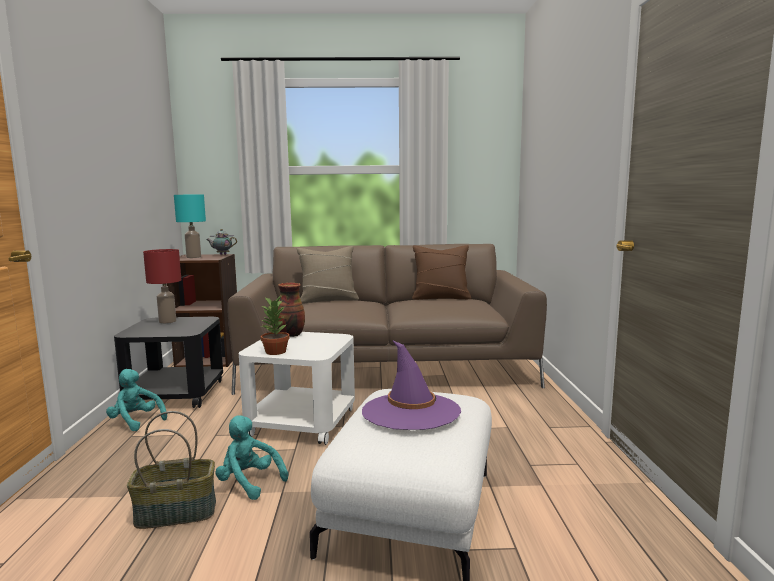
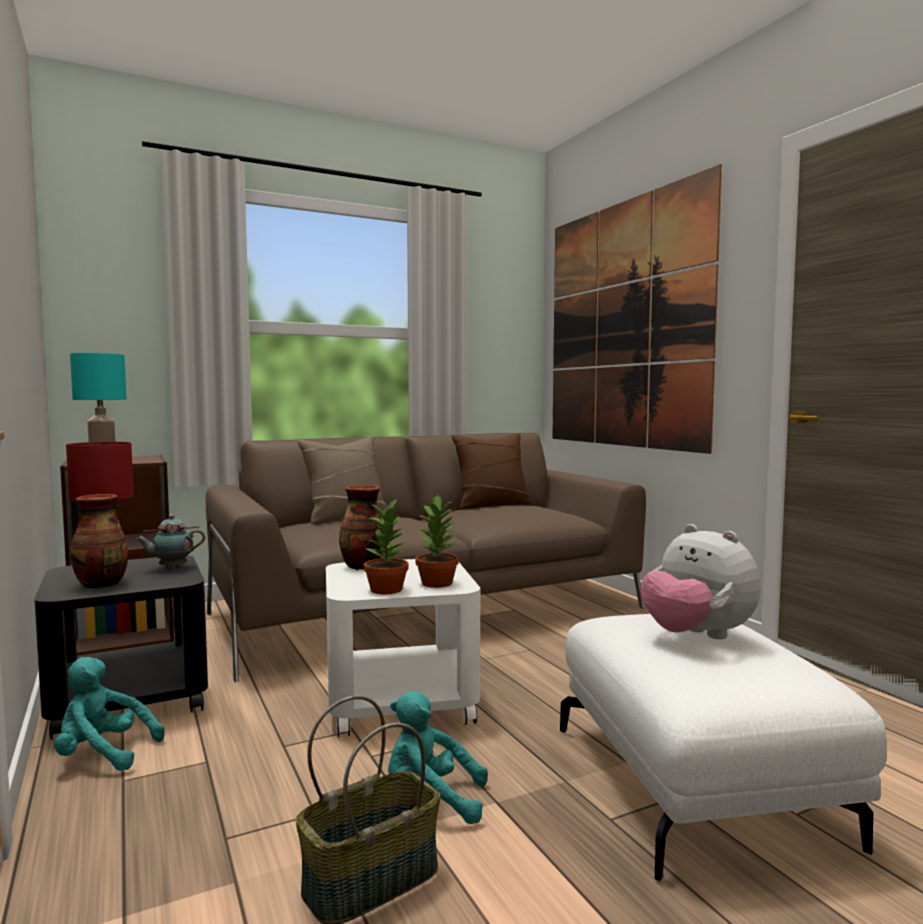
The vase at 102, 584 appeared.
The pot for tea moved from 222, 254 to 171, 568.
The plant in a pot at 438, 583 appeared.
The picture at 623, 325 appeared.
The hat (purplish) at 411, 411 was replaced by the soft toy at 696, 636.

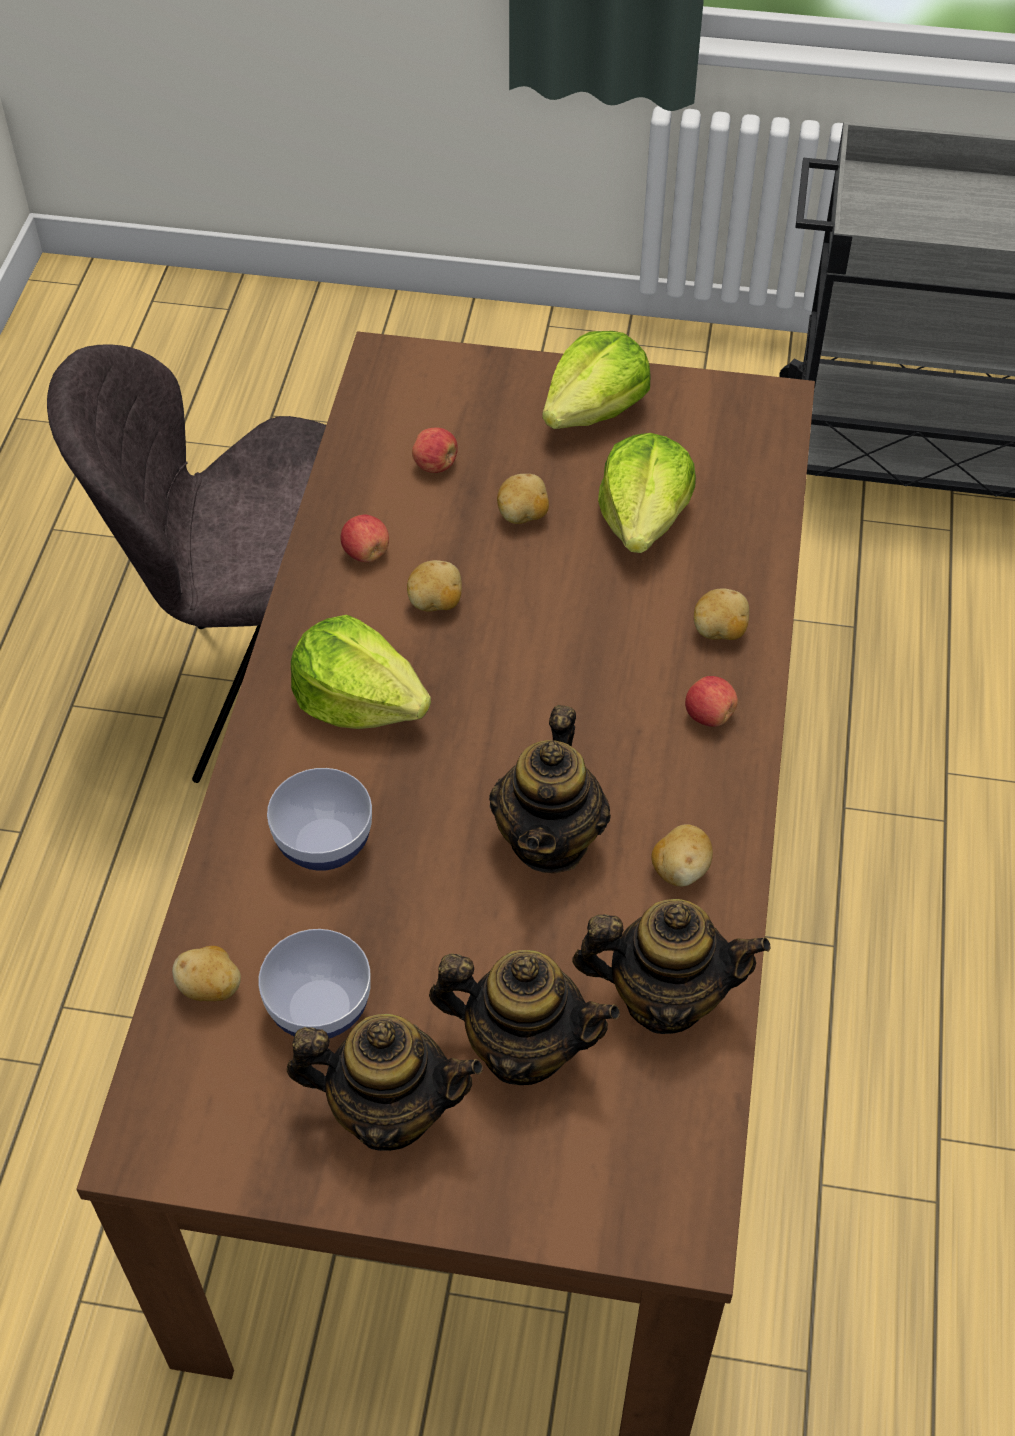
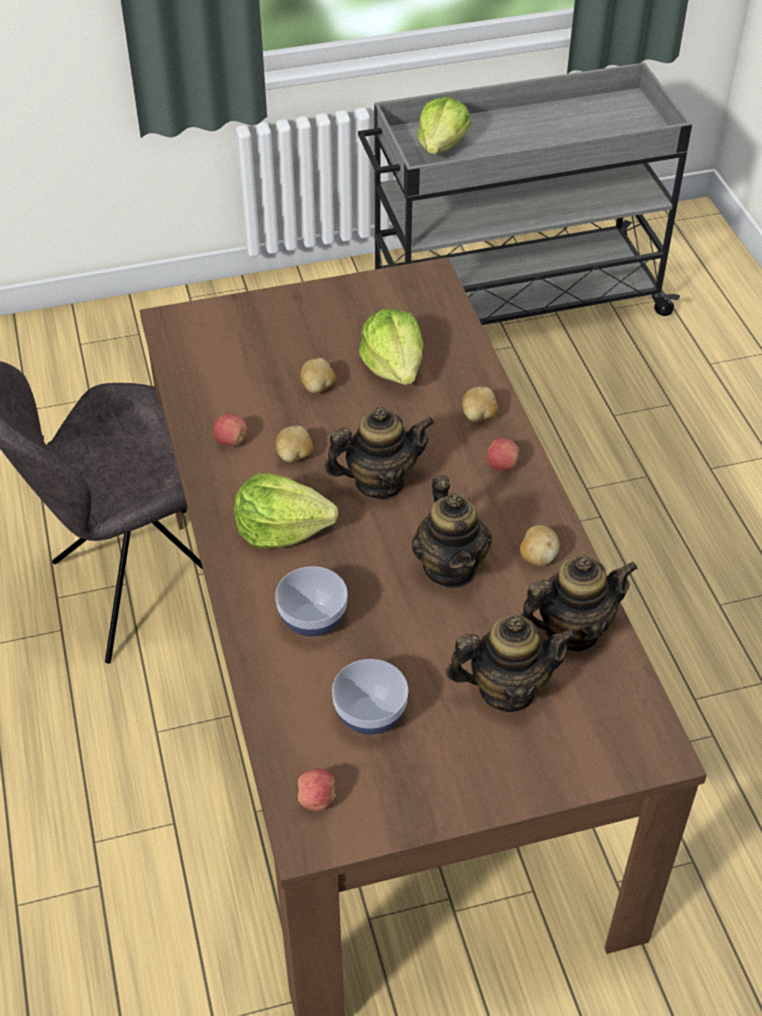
The apple moved from 435, 465 to 317, 799.
The pot for tea moved from 389, 1110 to 379, 481.
The lettuce head moved from 595, 411 to 441, 145.
The potato at 211, 988 disappeared.

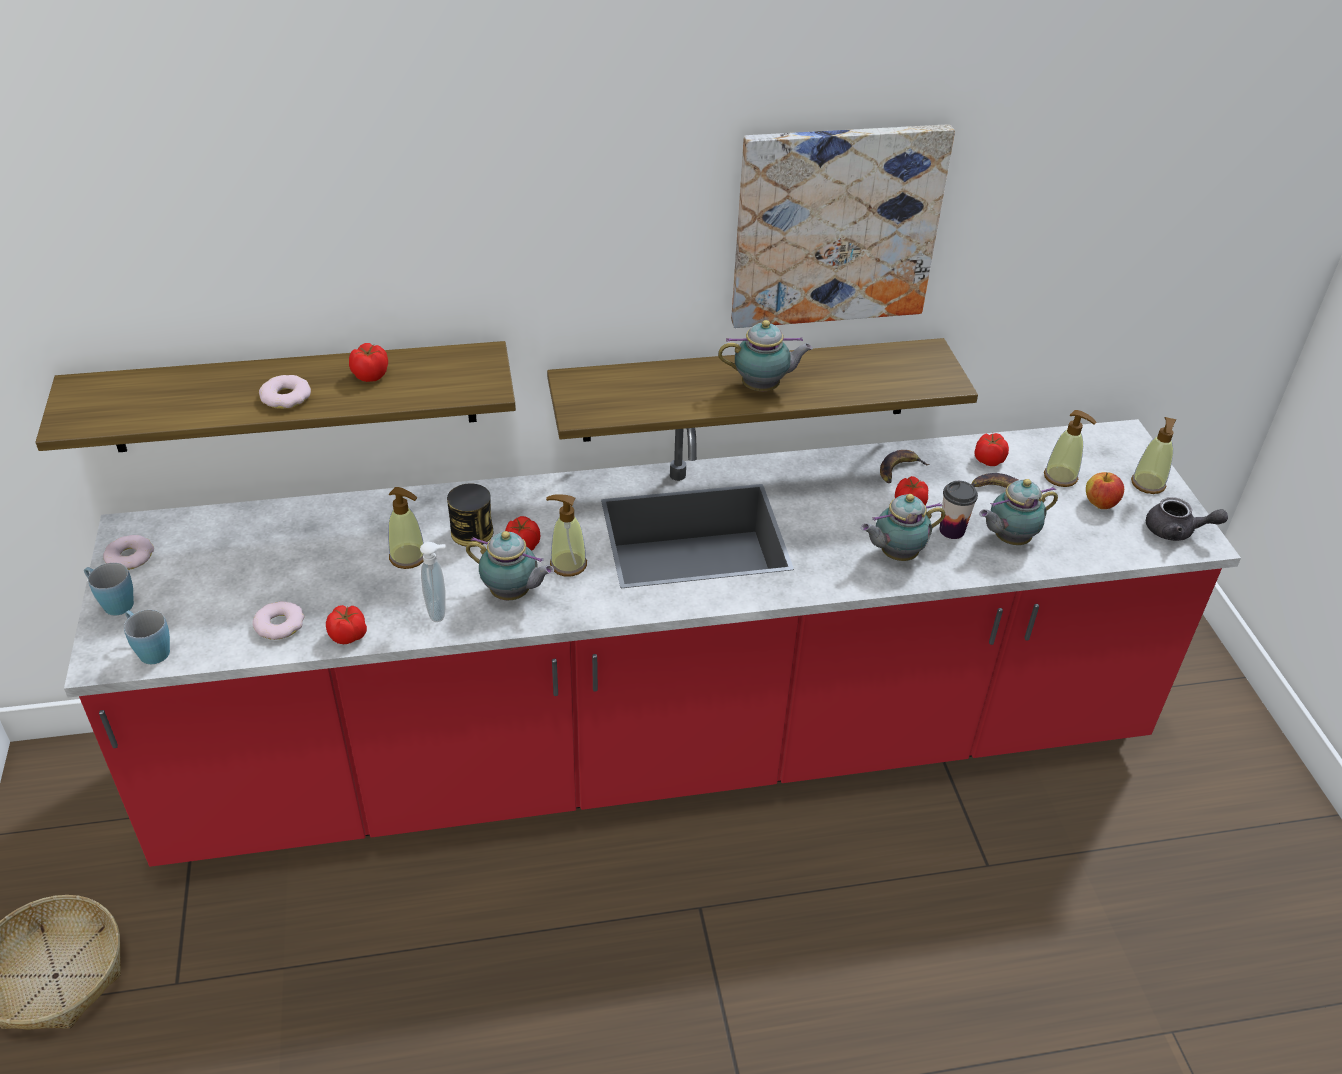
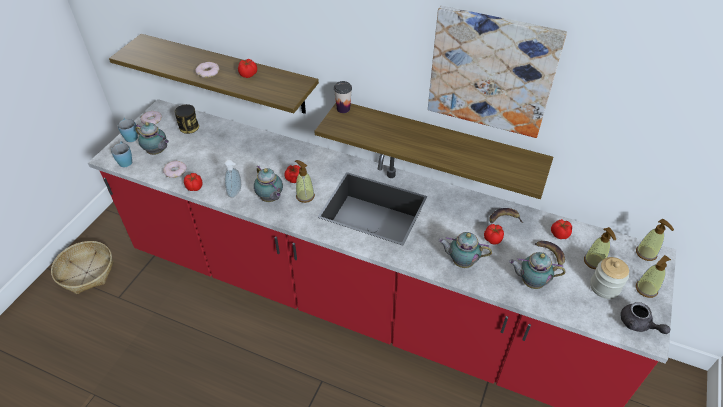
The pot for tea moved from 763, 388 to 157, 152.
The metal can moved from 472, 532 to 189, 127.
The drinking cup moved from 952, 530 to 343, 109.
The apple at 1100, 504 was replaced by the storage jar at 604, 287.
The liquid soap bottle moved from 408, 557 to 646, 253.

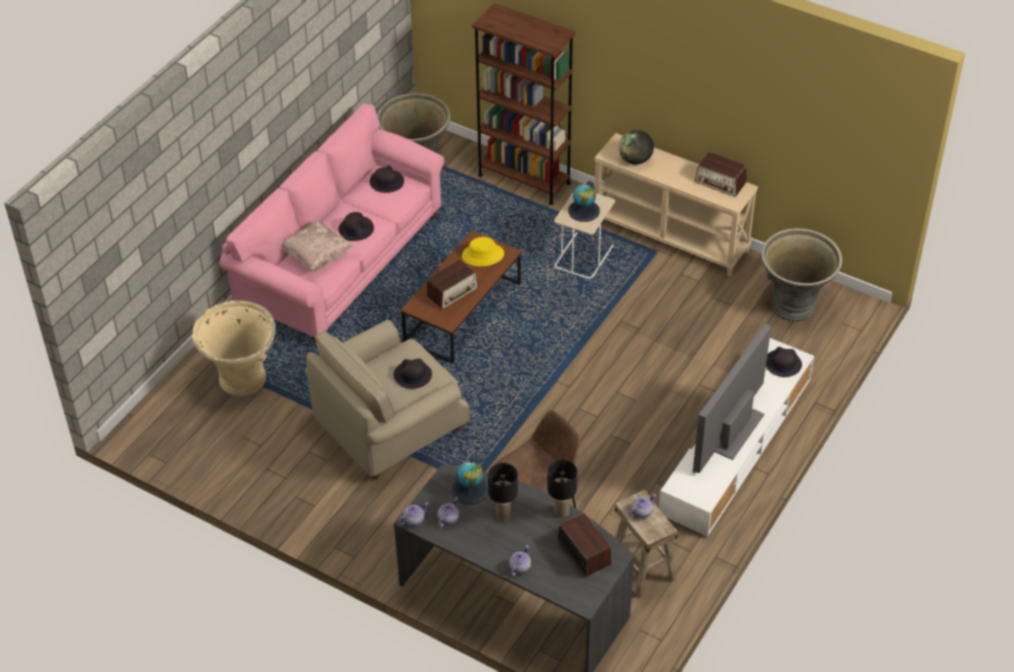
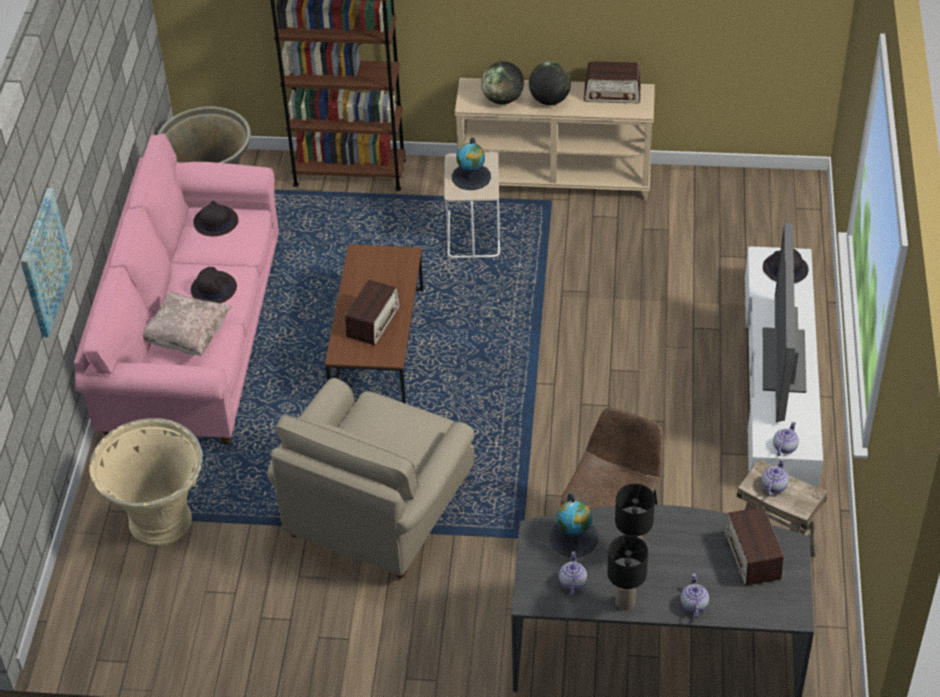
The picture at 44, 262 appeared.
The desk globe at 549, 100 appeared.
The lamp for a table (black-coloured) moved from 562, 512 to 625, 603.
The radio receiver at 584, 551 turned 135 degrees counterclockwise.
The pot for tea moved from 414, 520 to 784, 447.
The hat (black-coloured) at 412, 375 disappeared.
The hat (yellow) at 483, 255 disappeared.
The plant pot (greyish) at 794, 306 disappeared.

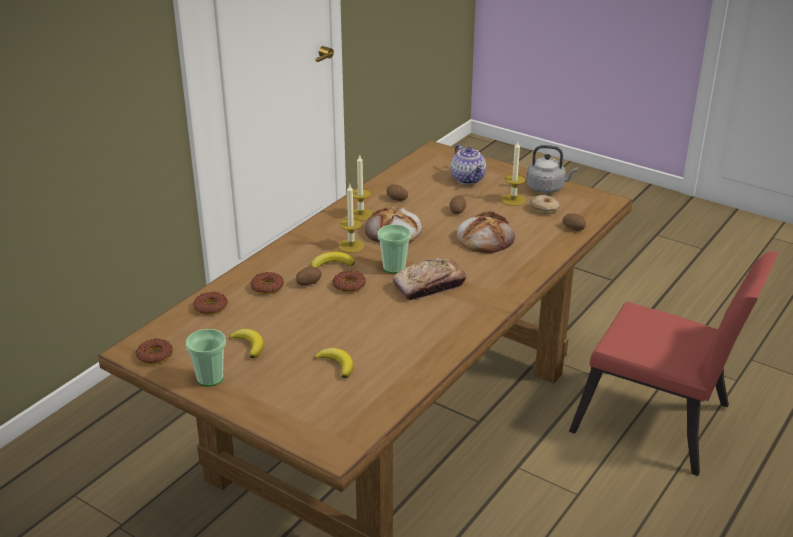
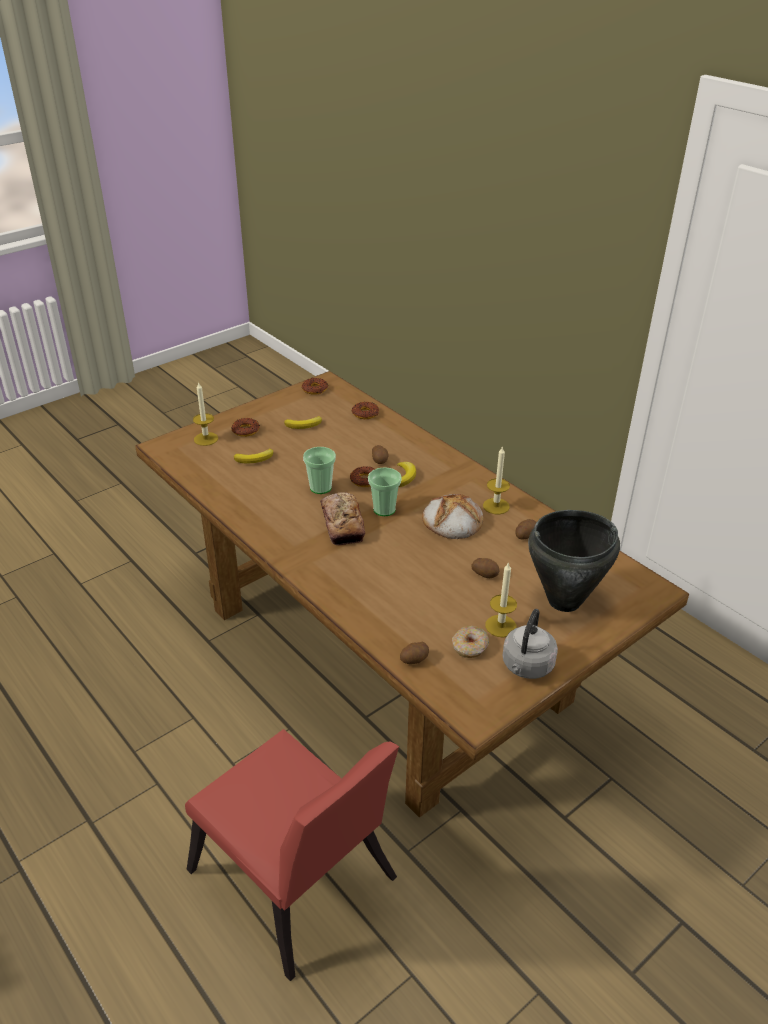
The upright chair (red-coloured) at 660, 424 turned 90 degrees counterclockwise.
The wax candle moved from 351, 246 to 206, 439.
The donut moved from 267, 287 to 246, 430.
The drinking cup moved from 210, 378 to 320, 487.
The pot for tea at 468, 179 was replaced by the saucepot (black-coloured) at 565, 601.
The bread at 485, 238 disappeared.

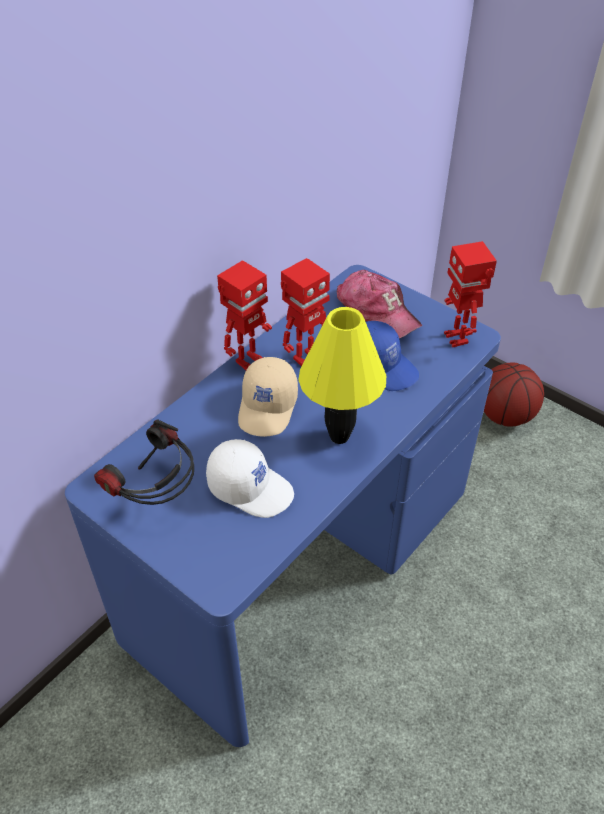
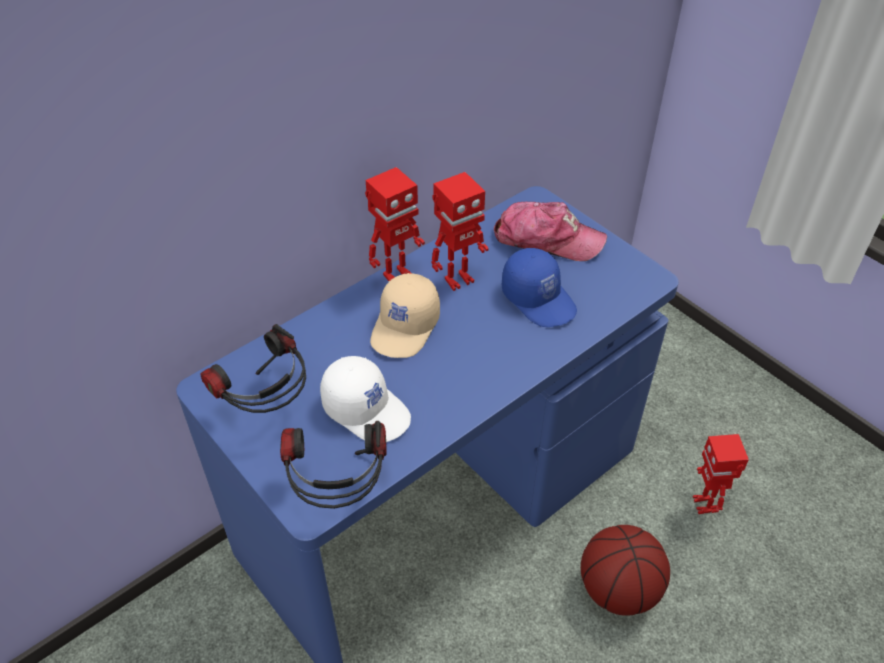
The headset at 338, 492 appeared.
The peaked cap at 377, 312 turned 45 degrees counterclockwise.
The ball for basketball moved from 505, 415 to 618, 589.
The model robot moved from 457, 338 to 704, 504.
The lamp for a table (yellow) at 338, 436 disappeared.

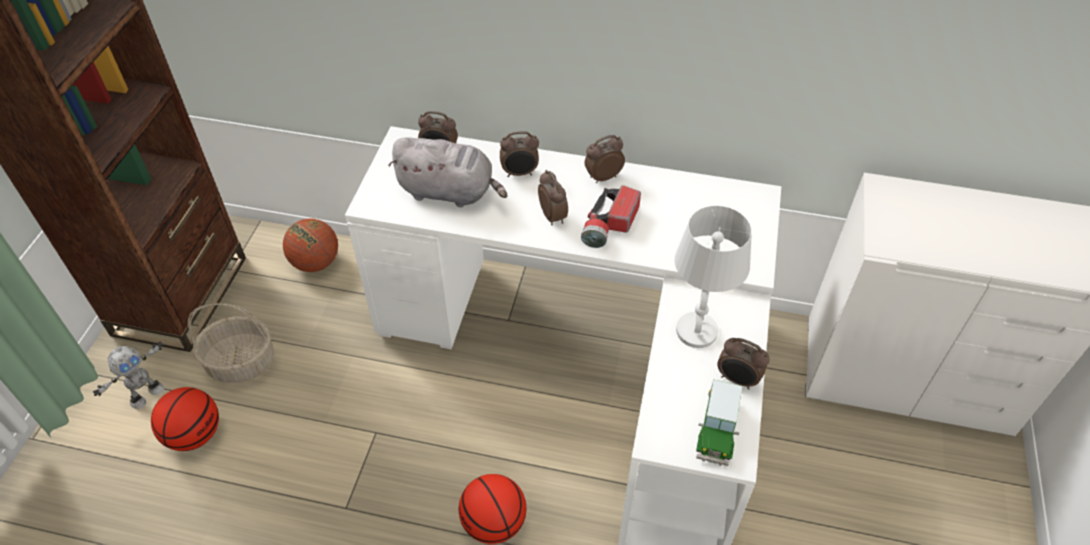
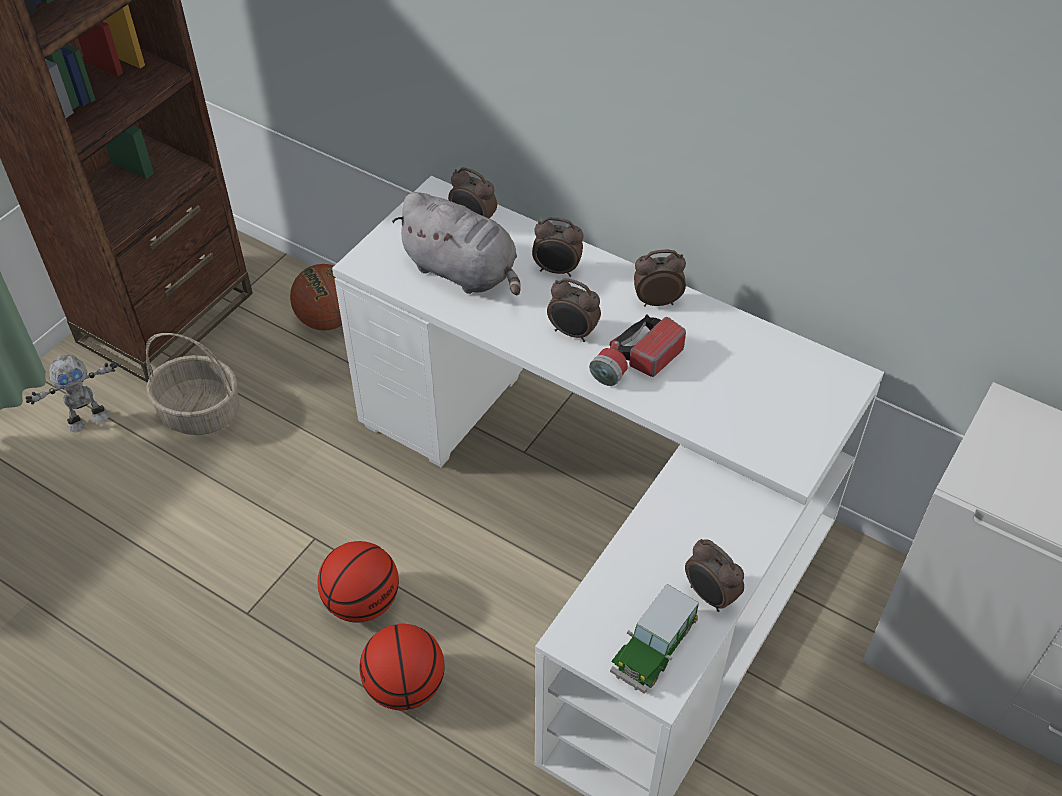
The ball for basketball moved from 194, 434 to 362, 602.
The bedside clock at 553, 216 turned 120 degrees clockwise.
The lamp for a table (white) at 697, 331 disappeared.

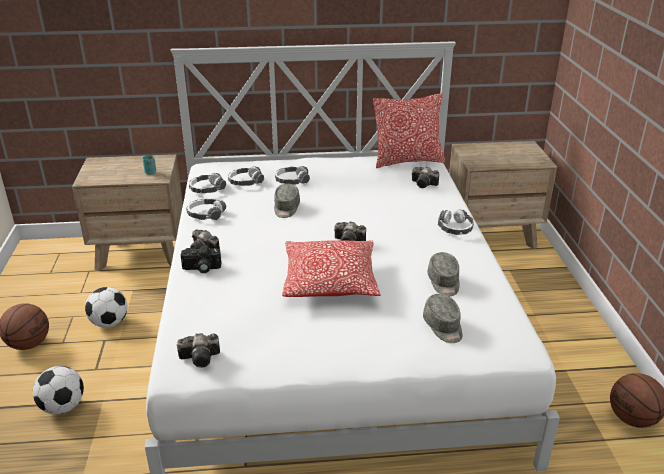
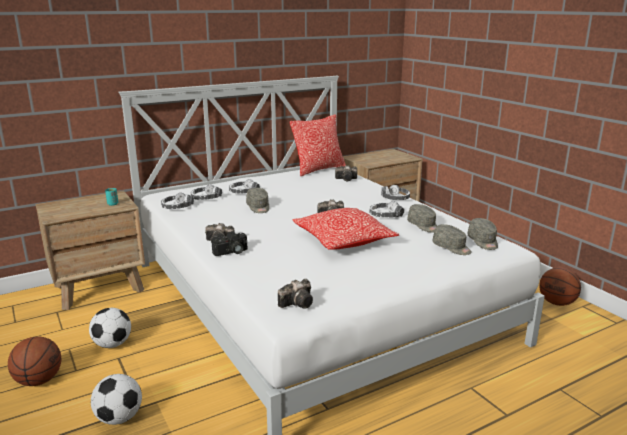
The headset moved from 206, 214 to 385, 215.
The peaked cap (greyish) at 483, 242 appeared.

